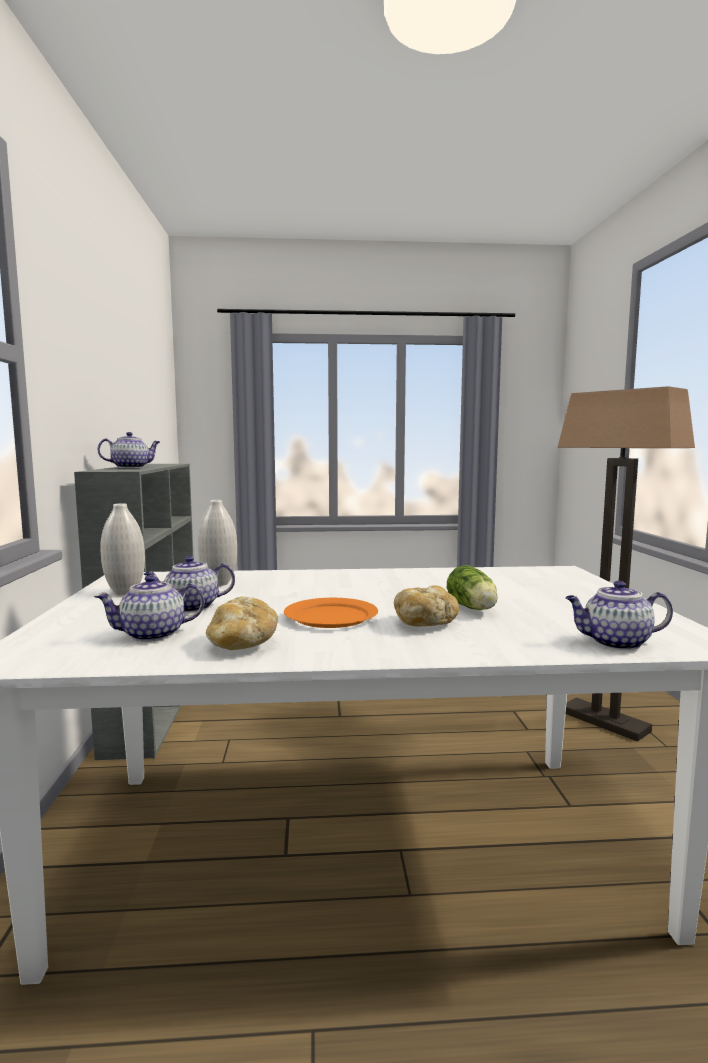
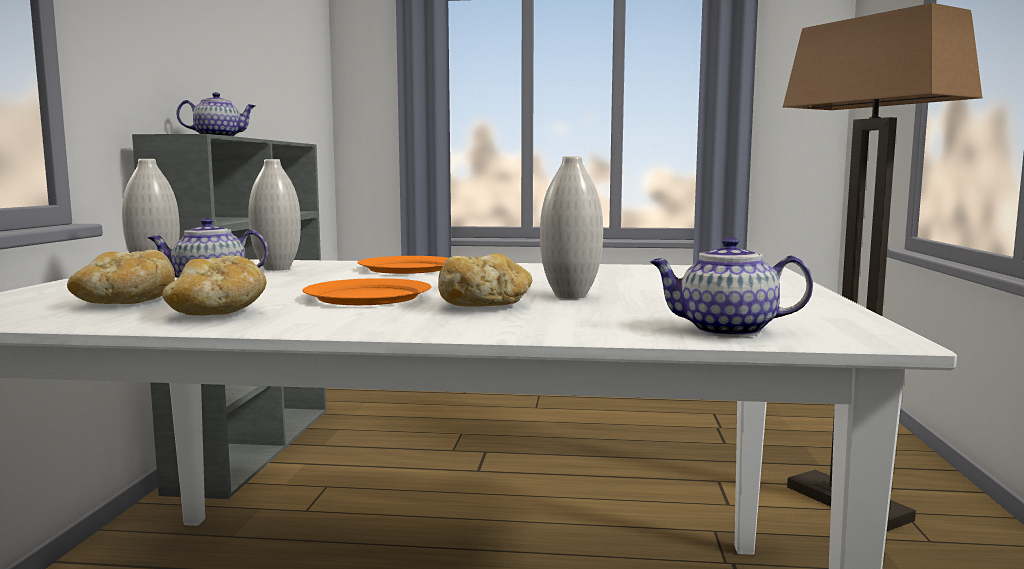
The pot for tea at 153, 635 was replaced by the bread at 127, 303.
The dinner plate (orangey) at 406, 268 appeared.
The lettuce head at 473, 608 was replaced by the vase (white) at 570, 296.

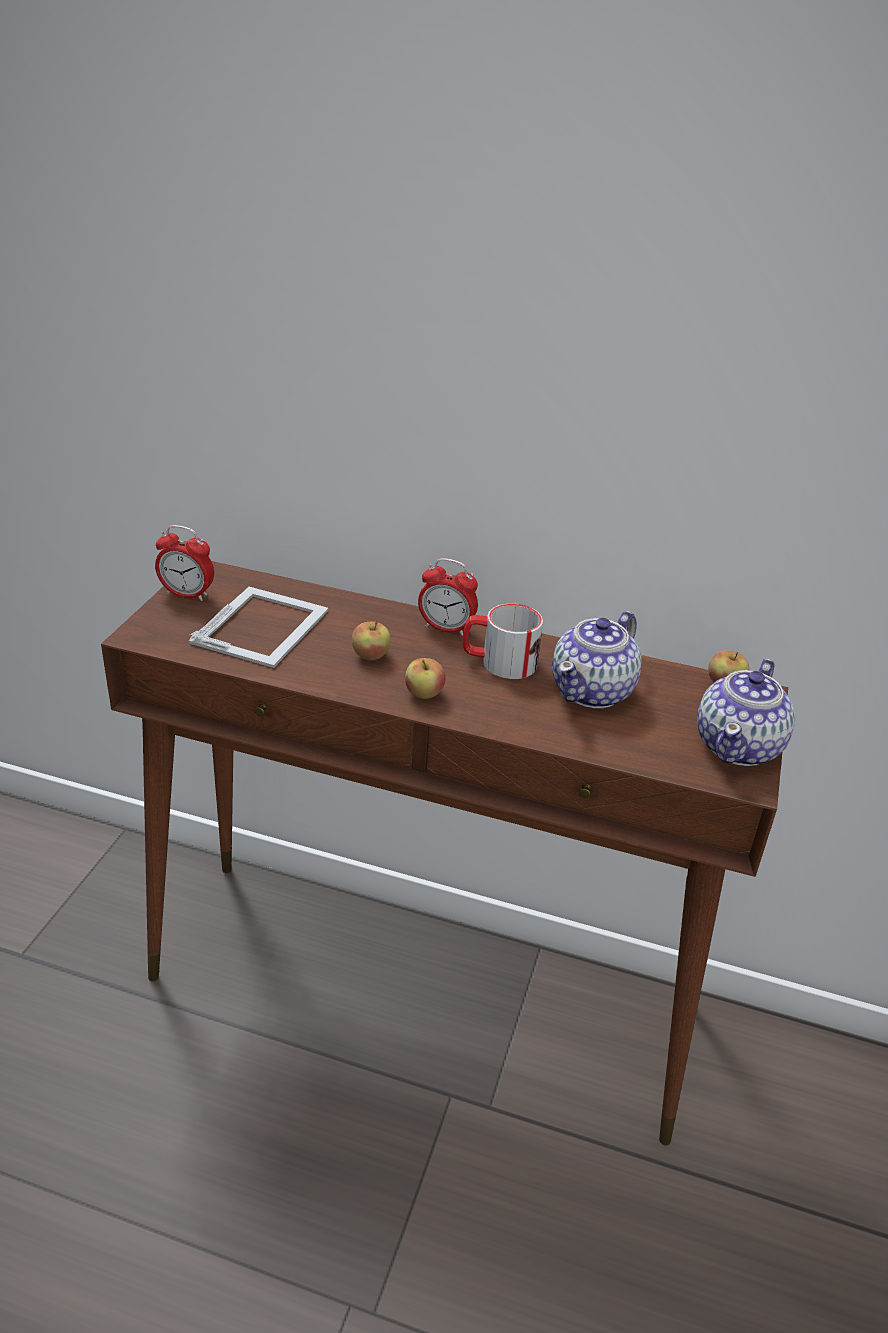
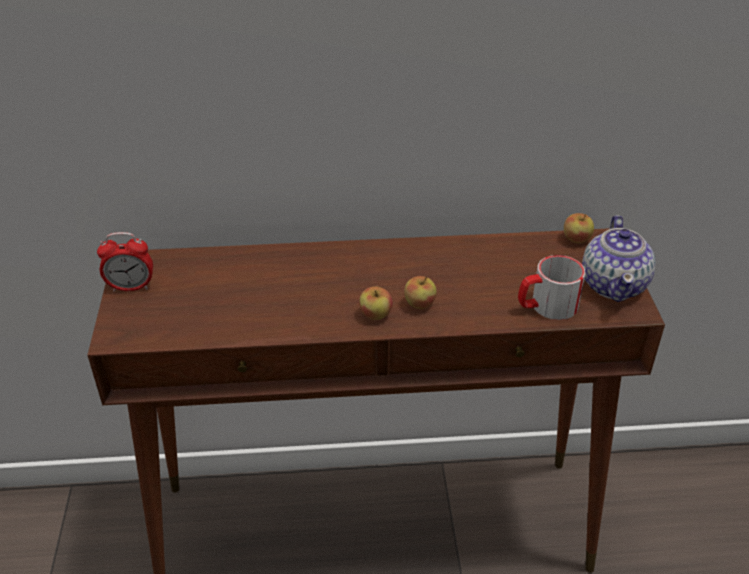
The apple moved from 371, 655 to 419, 304.
The coffee mug moved from 499, 662 to 546, 306.
The picture frame at 262, 626 disappeared.
The bedside clock at 446, 628 disappeared.
The pot for tea at 593, 691 disappeared.

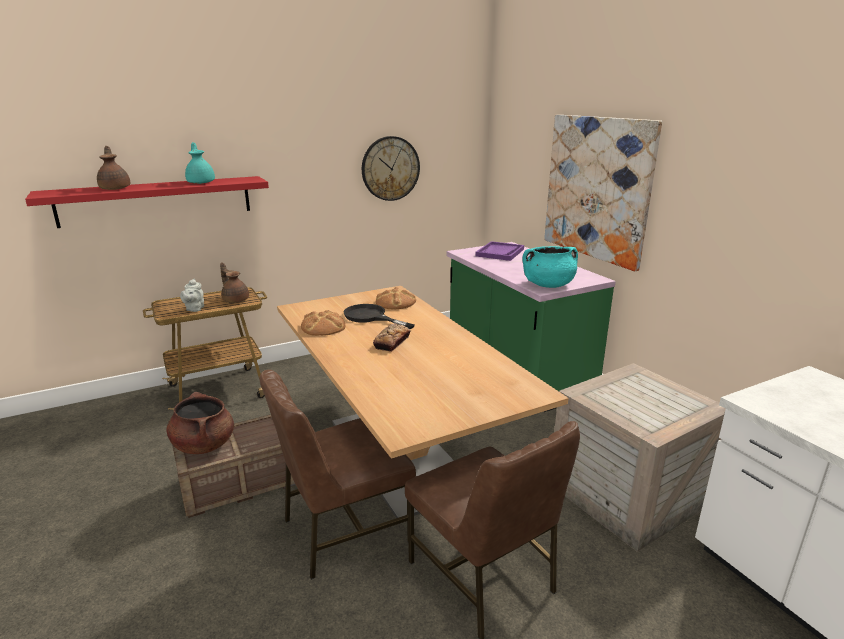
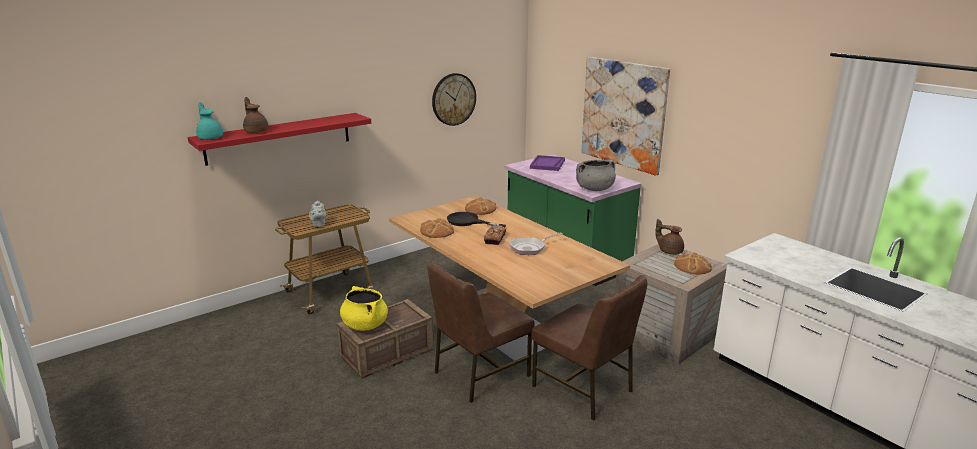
The pot for tea (turquoise-coloured) moved from 201, 182 to 210, 138.
The saucepot (brownish) at 203, 445 became the saucepot (yellow) at 364, 325.
The pan at 530, 248 appeared.
The saucepot (turquoise-coloured) at 548, 285 became the saucepot (greyish) at 594, 189.
The pot for tea (brownish) moved from 235, 300 to 669, 251.
The bread at 693, 266 appeared.

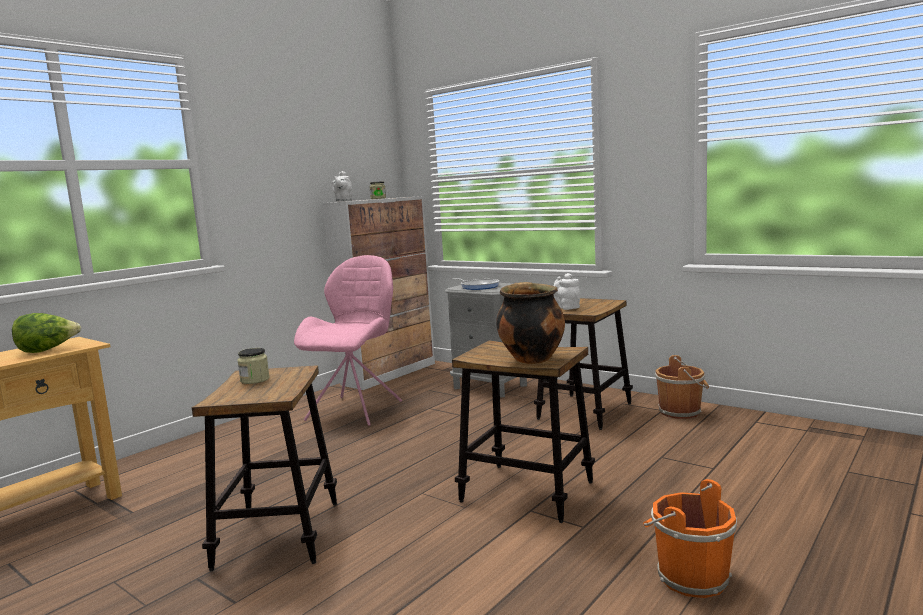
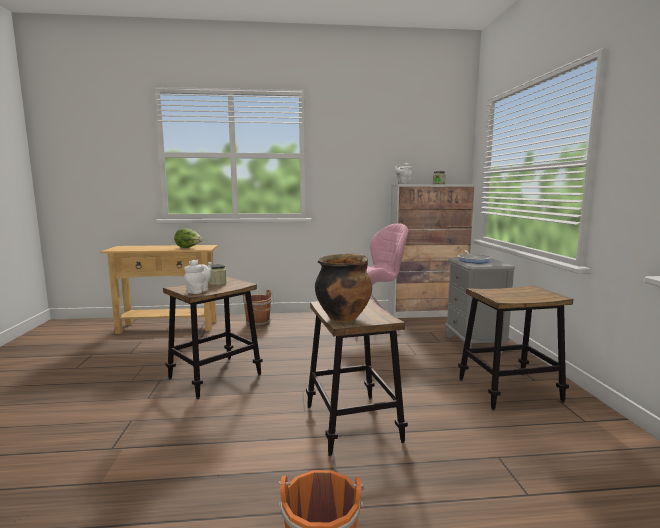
The pot for tea (white) moved from 567, 307 to 199, 291.
The pail (brownish) moved from 681, 412 to 259, 323.

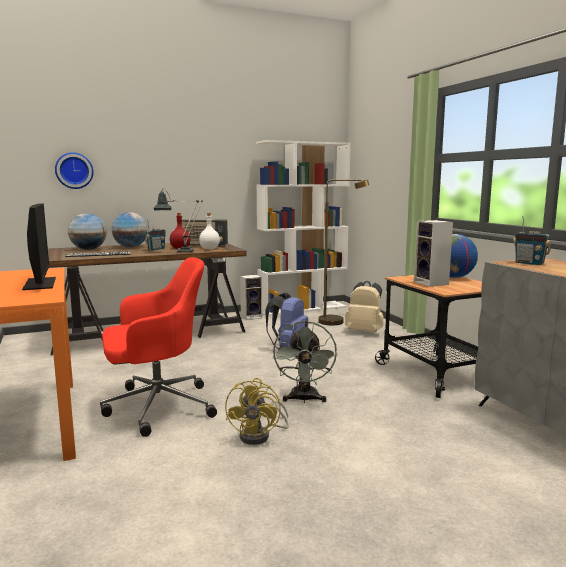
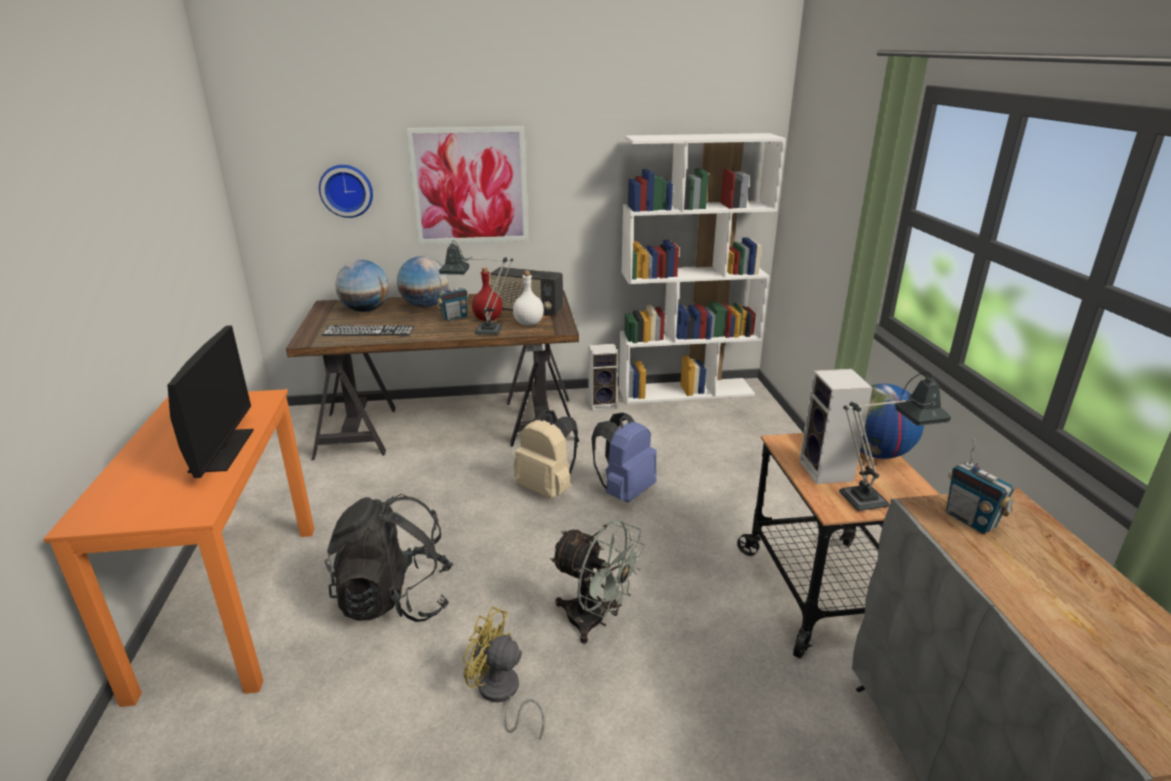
The office chair (red-coloured) at 156, 407 was replaced by the knapsack (black-coloured) at 395, 599.
The picture at 469, 186 appeared.
The fan (yellow) at 260, 436 turned 90 degrees clockwise.
The knapsack (beige) moved from 365, 332 to 548, 488.
The fan (greyish) at 304, 399 turned 75 degrees counterclockwise.
The lamp for a table at 873, 499 appeared.
The standing lamp (brownish) at 337, 321 disappeared.

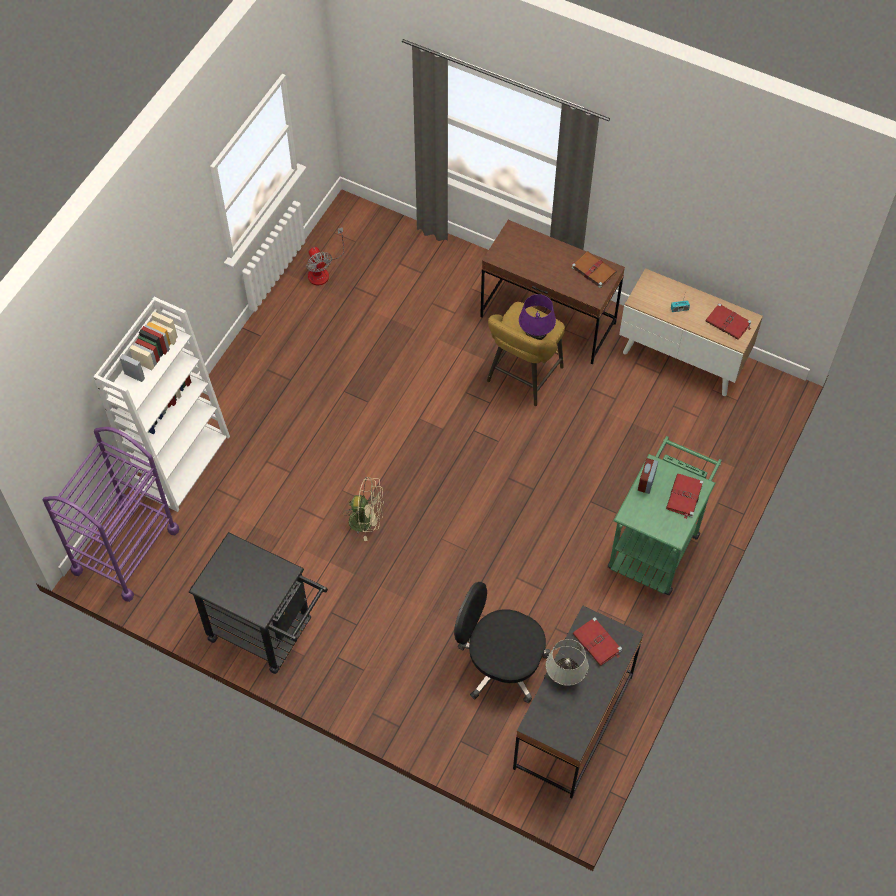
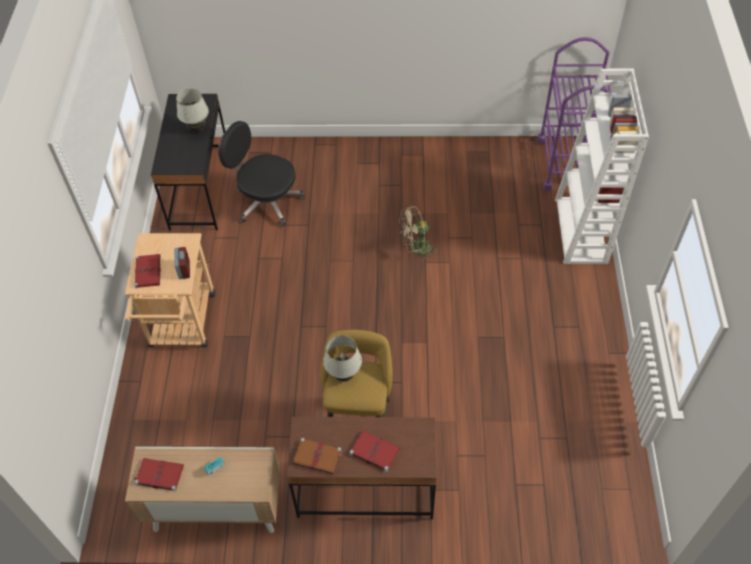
The wheeled cart (green-coloured) at 657, 544 became the wheeled cart (beige) at 181, 326.
The office chair (black-coloured) at 500, 663 turned 150 degrees counterclockwise.
The lamp for a table (purplish) at 536, 336 became the lamp for a table (white) at 344, 376.
The volume (red-coloured) moved from 597, 643 to 373, 451.
The wheeled cart (black-coloured) at 268, 633 disappeared.
The fan at 322, 270 disappeared.

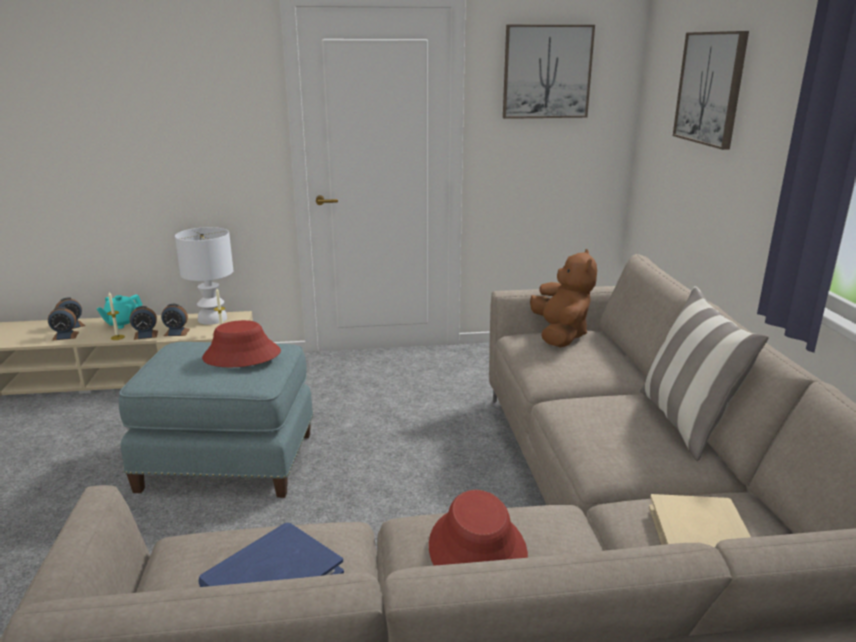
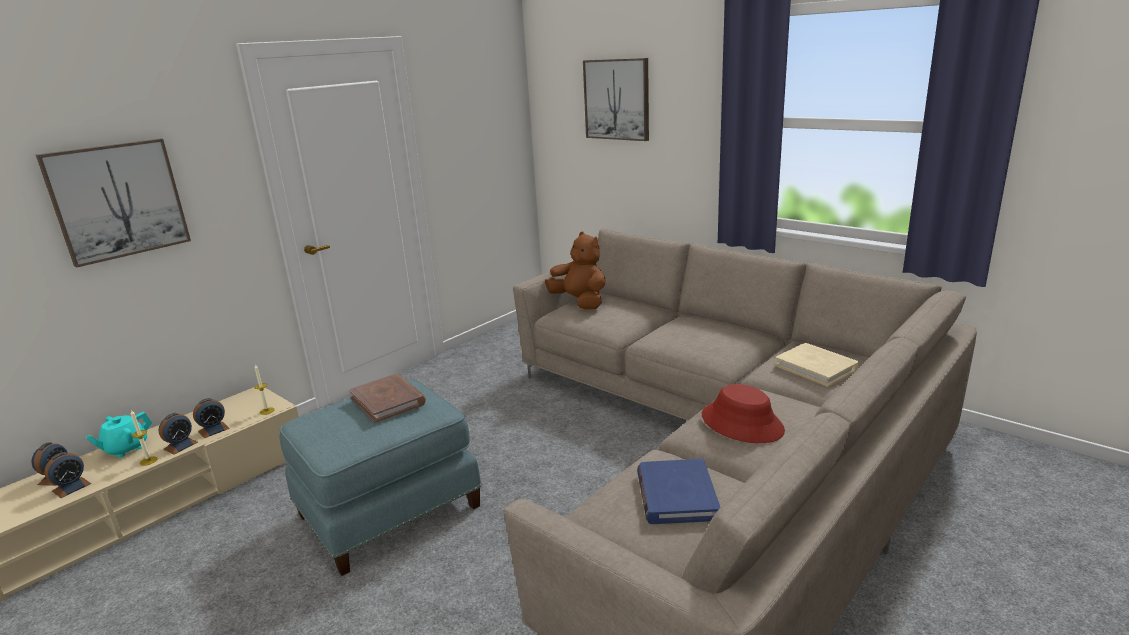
The picture moved from 547, 72 to 118, 200.
The pot for tea (turquoise-coloured) at 122, 323 turned 45 degrees clockwise.
The hat (red-coloured) at 241, 355 was replaced by the volume (brownish) at 388, 401.
The lamp for a table (white) at 213, 319 disappeared.
The cushion at 686, 423 disappeared.

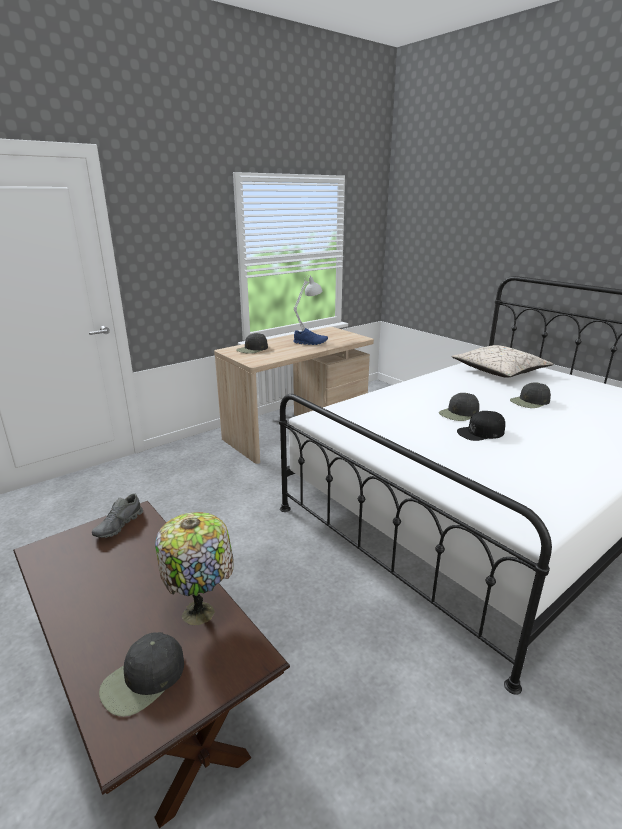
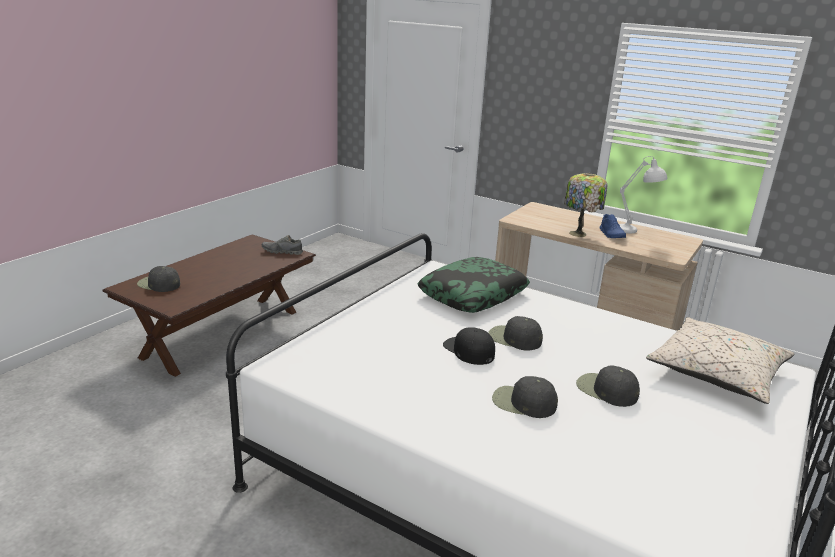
The cushion at 473, 295 appeared.
The peaked cap (black-coloured) moved from 252, 349 to 523, 402.
The lamp for a table moved from 201, 612 to 579, 234.

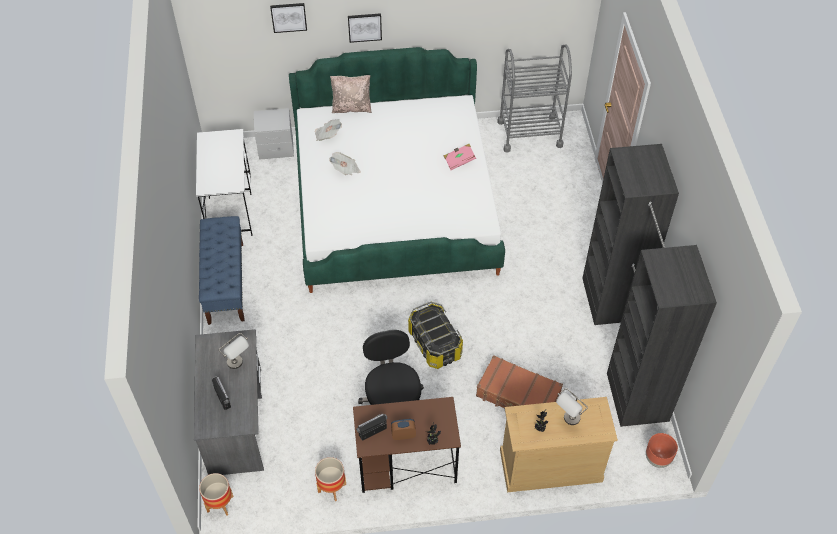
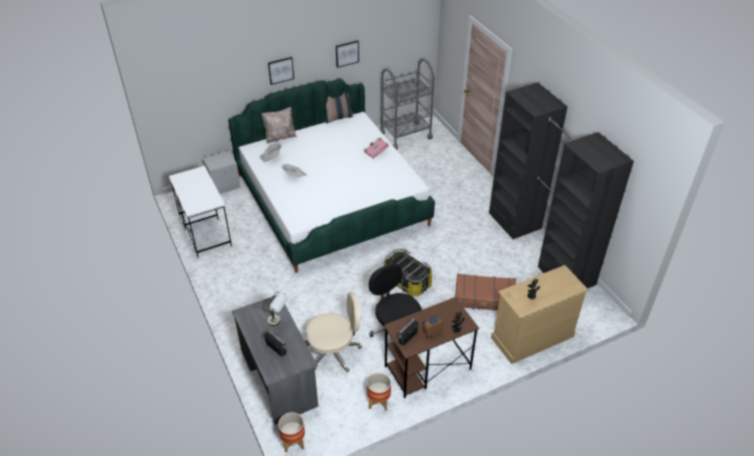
The office chair (beige) at 334, 351 appeared.
The cushion at 338, 118 appeared.
The picture moved from 288, 17 to 347, 53.
The long seat (bluish) at 226, 282 disappeared.
The lamp for a table (greyish) at 568, 421 disappeared.
The plant pot (brownish) at 657, 459 disappeared.

